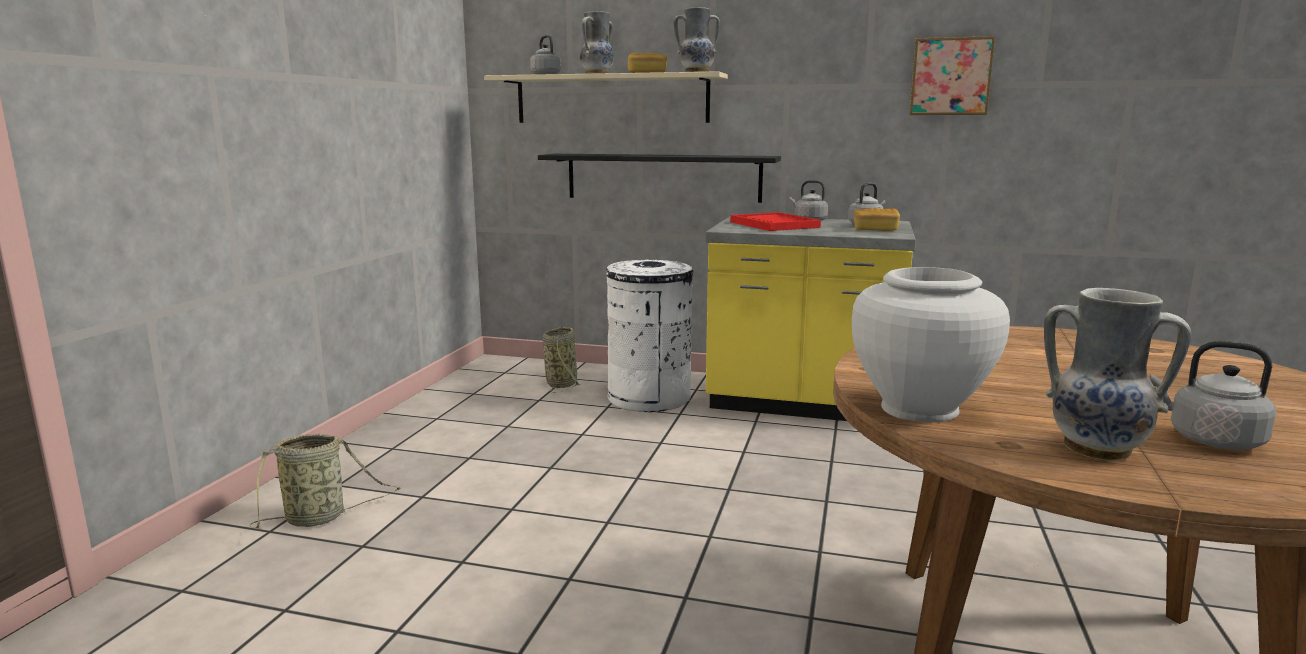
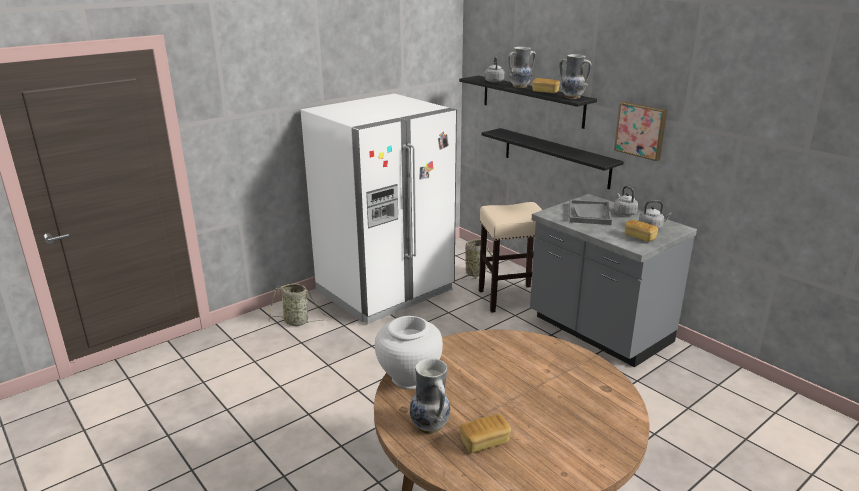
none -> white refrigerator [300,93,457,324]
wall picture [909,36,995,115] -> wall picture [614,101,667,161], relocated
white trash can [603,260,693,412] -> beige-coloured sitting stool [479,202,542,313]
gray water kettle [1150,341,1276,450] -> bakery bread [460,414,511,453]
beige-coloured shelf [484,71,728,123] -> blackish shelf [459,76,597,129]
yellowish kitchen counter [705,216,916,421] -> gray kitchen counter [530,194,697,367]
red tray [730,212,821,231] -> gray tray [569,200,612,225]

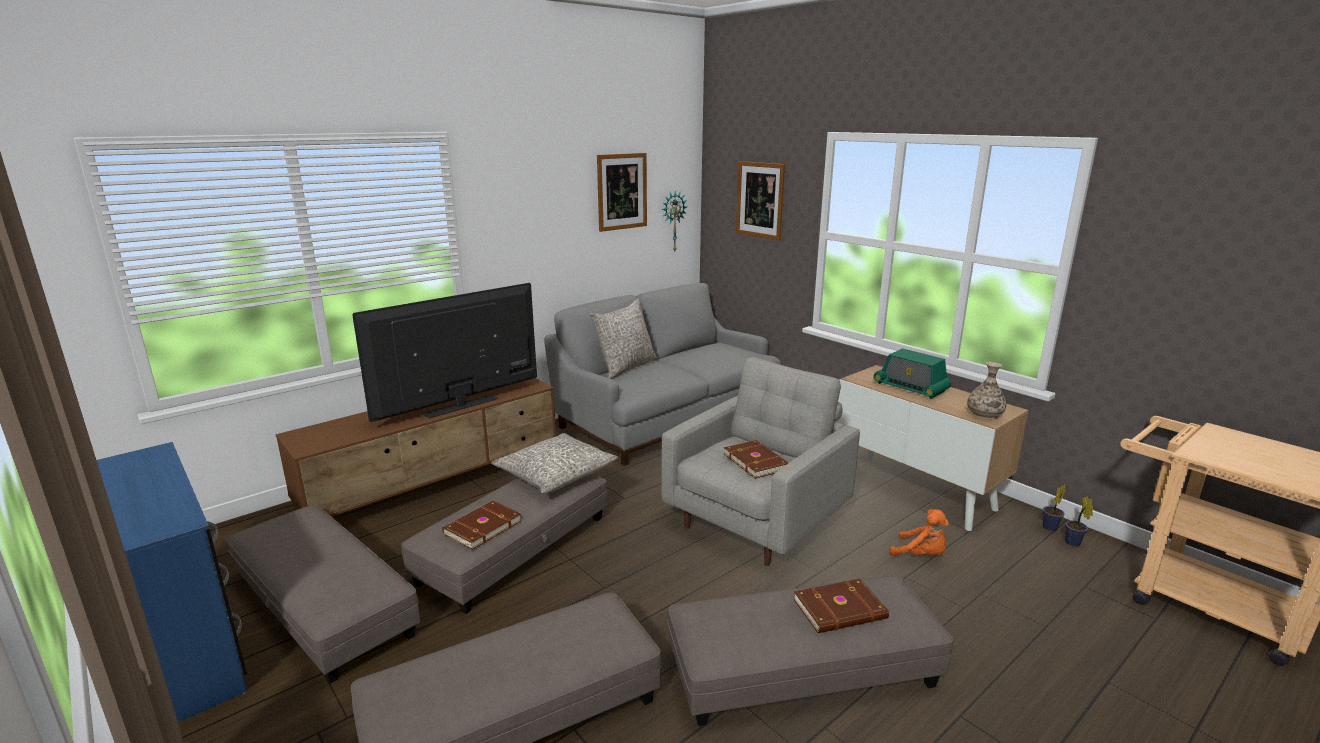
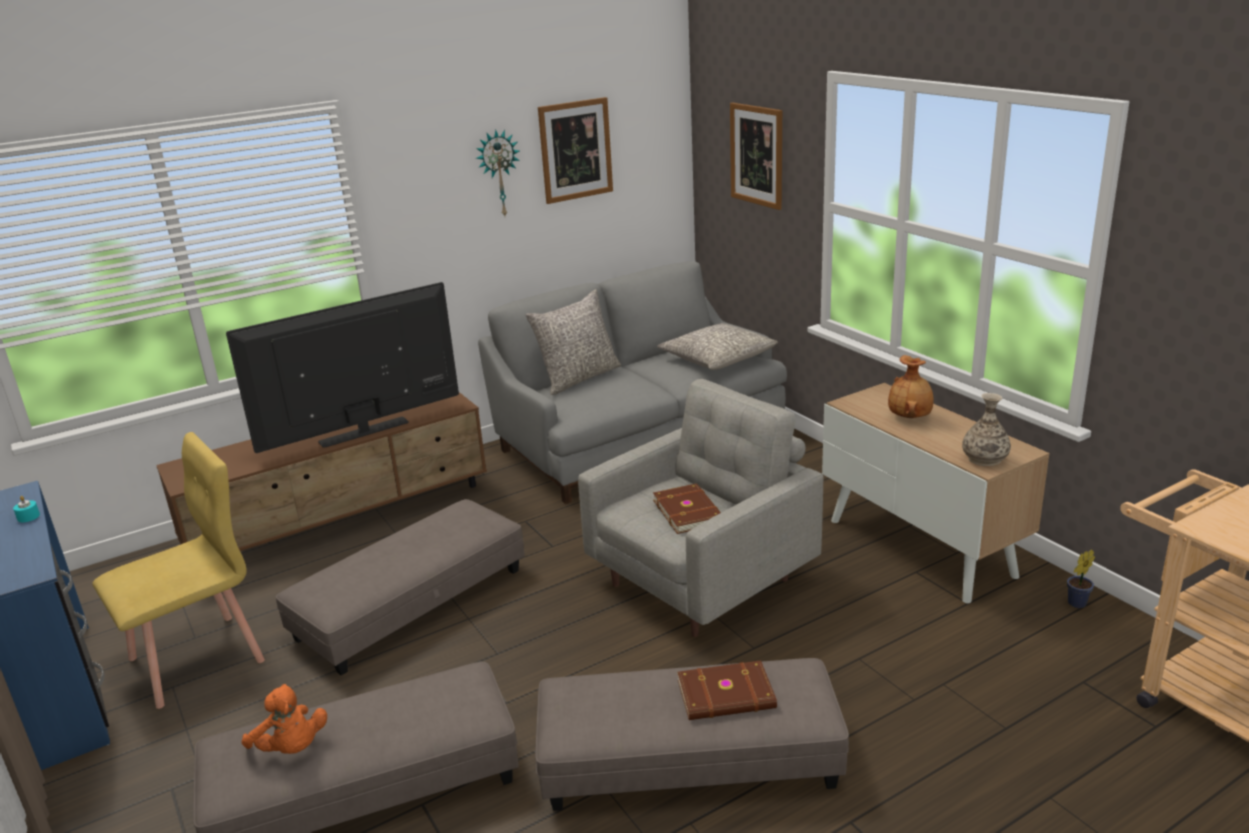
brown bound book [442,501,522,550] -> none
houseplant [1065,496,1093,547] -> none
none -> turquoise-coloured wax light [13,496,40,522]
gray throw pillow [491,433,618,494] -> gray throw pillow [657,323,778,370], relocated
wall clock [662,191,687,252] -> wall clock [476,129,520,216], relocated
orangey cuddly toy [890,509,949,557] -> orangey cuddly toy [242,684,327,754], relocated
gray ottoman [226,505,420,683] -> yellowish plain chair [92,432,265,709]
radio set [873,348,952,399] -> brown flower vase [888,355,934,418]

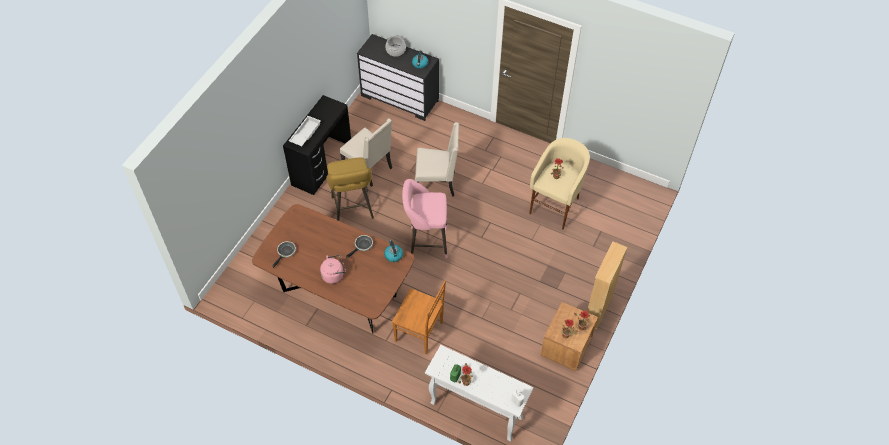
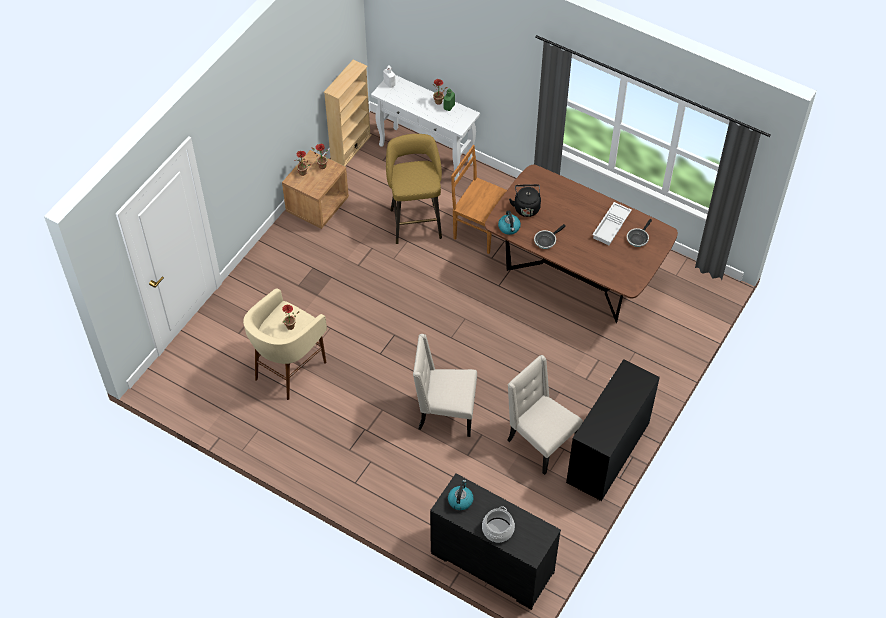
pink water kettle [320,255,346,284] -> none
pink sitting stool [402,179,448,259] -> none
none -> blackish water kettle [509,184,541,217]
white tray [289,116,321,146] -> white tray [592,202,632,245], relocated
yellowish sitting stool [326,157,374,221] -> yellowish sitting stool [386,134,442,244], relocated
beige-coloured shelving unit [587,241,628,330] -> beige-coloured shelving unit [324,60,372,166], relocated

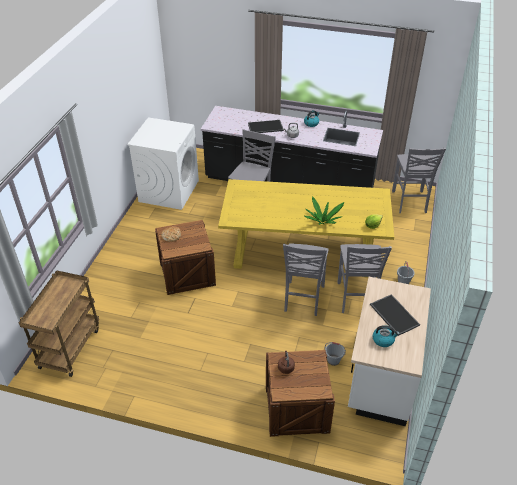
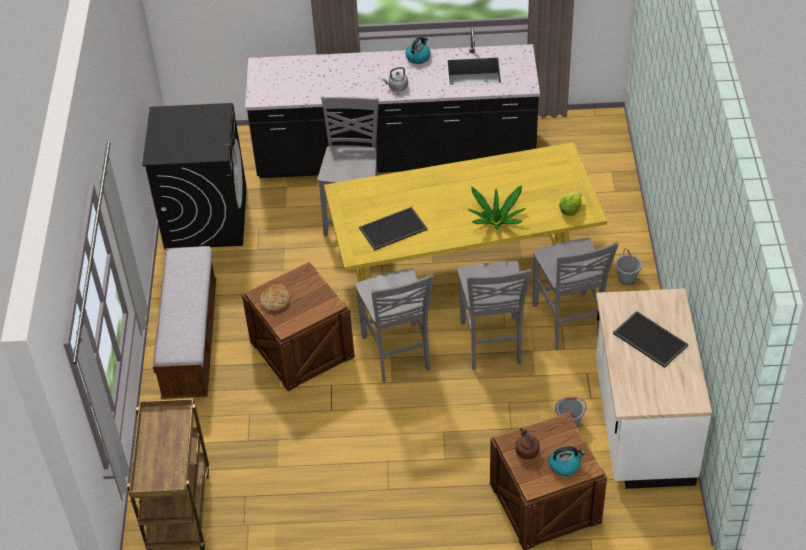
none -> bench [153,246,216,399]
tray [248,120,284,133] -> tray [359,207,428,251], relocated
water kettle [373,325,400,347] -> water kettle [549,446,585,476], relocated
gray plain chair [392,148,446,213] -> gray plain chair [355,269,434,383], relocated
white laundry appliance [127,117,199,210] -> blackish laundry appliance [142,103,247,249]

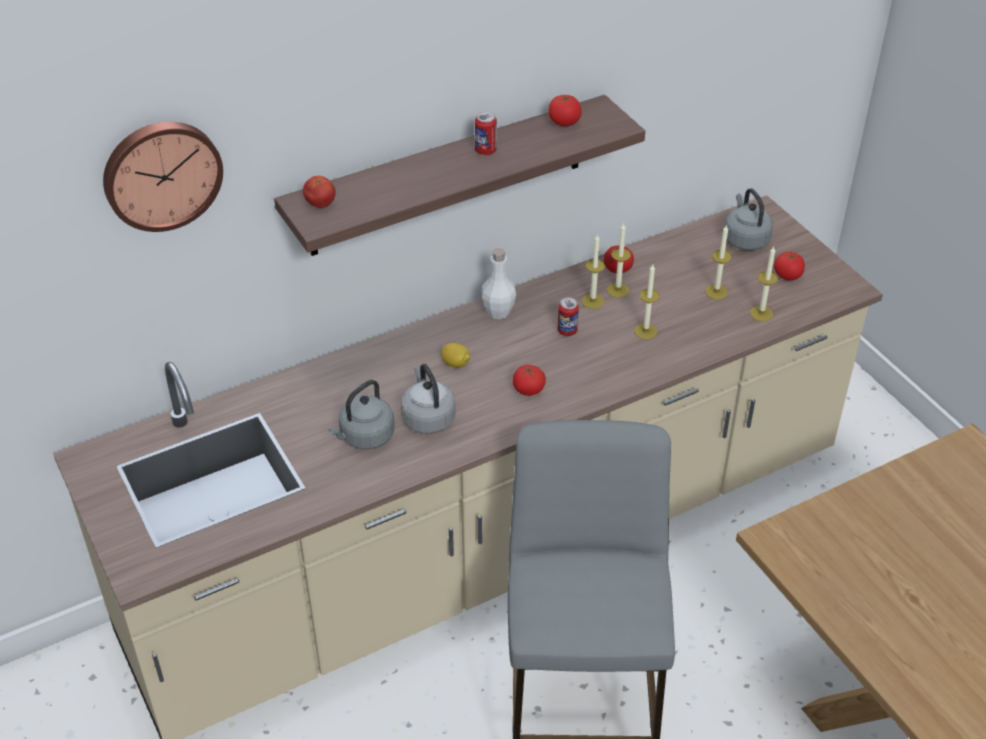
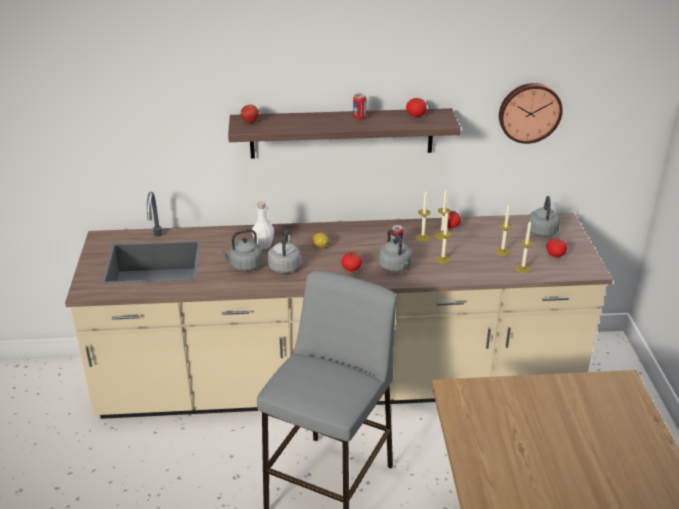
none -> gray water kettle [379,229,412,272]
wall clock [103,122,223,232] -> wall clock [499,83,563,144], relocated
white drink bottle [481,248,516,319] -> white drink bottle [252,201,274,249], relocated

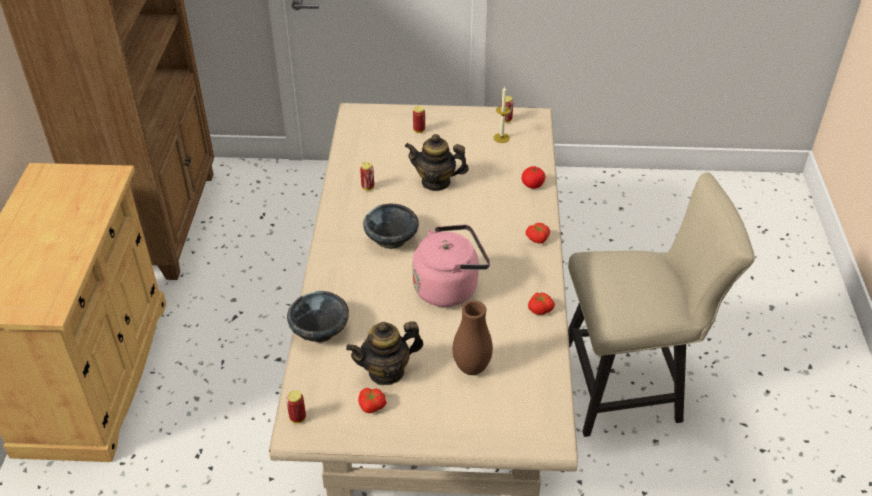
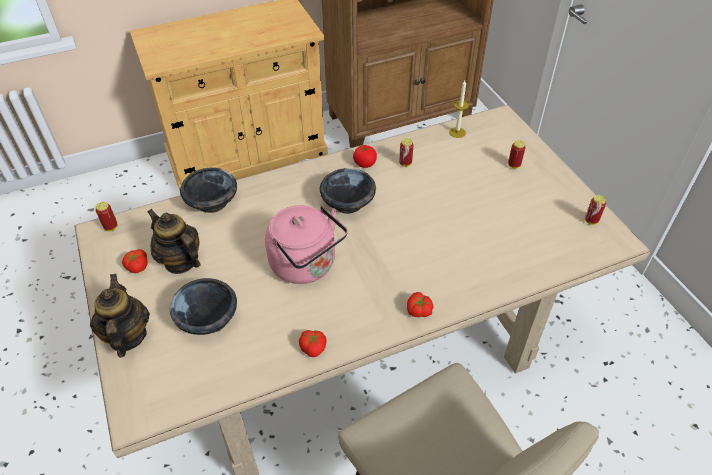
pot for tea [405,134,469,191] -> pot for tea [90,274,150,358], relocated
wax light [493,86,510,143] -> wax light [449,80,469,138], relocated
whole tomato [522,166,545,189] -> whole tomato [353,145,377,168], relocated
brown flower vase [452,301,493,375] -> blackish bowl [170,278,237,335]

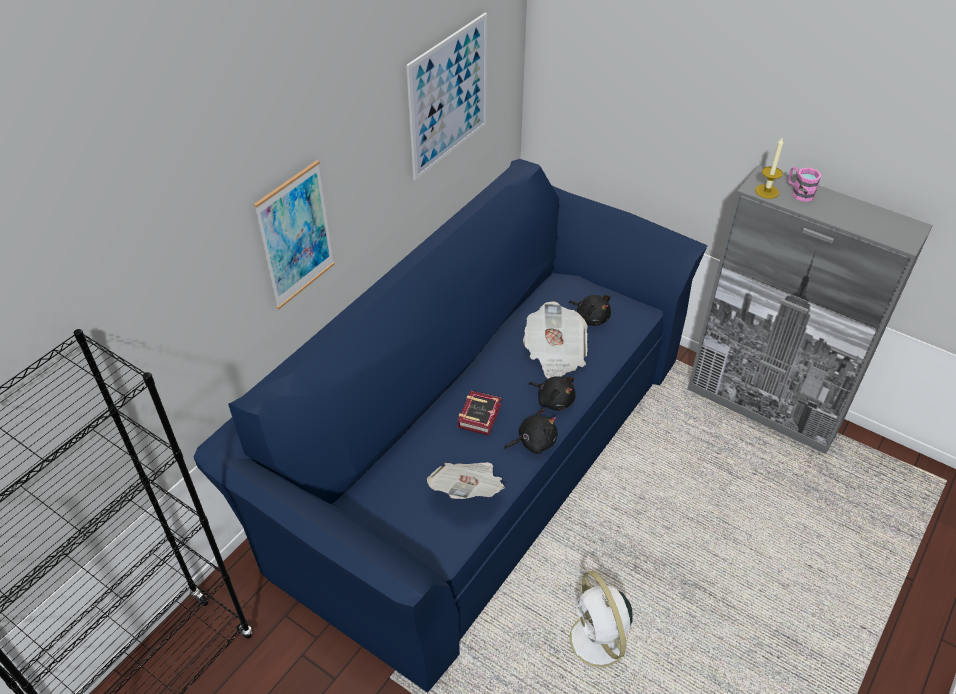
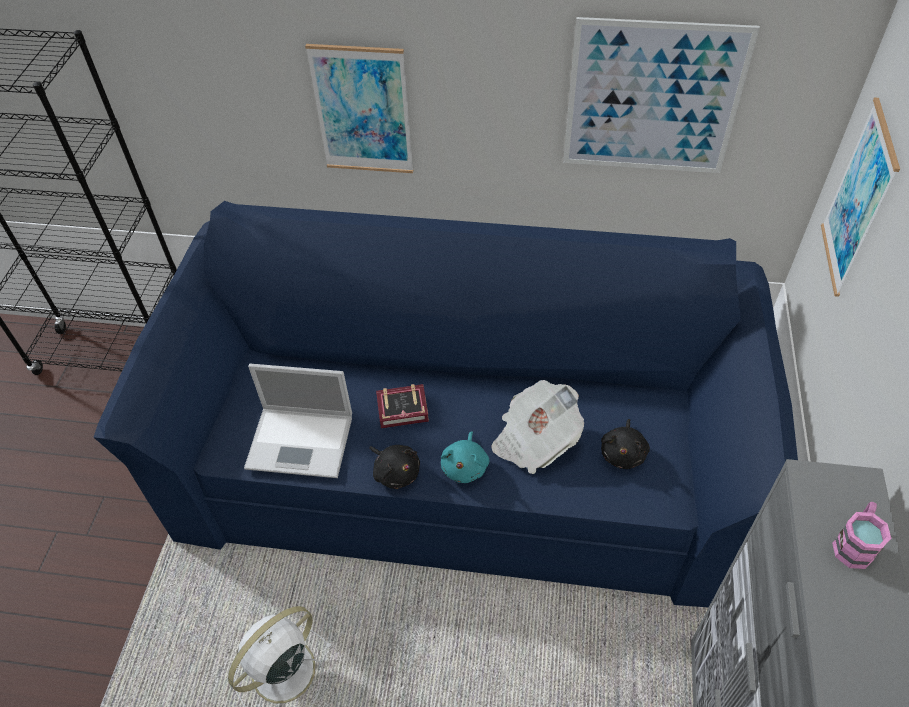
wax light [755,138,784,199] -> none
none -> wall picture [821,97,900,297]
newspaper [427,462,505,499] -> portable computer [244,364,352,478]
blackish cuddly toy [529,376,576,411] -> turquoise-coloured cuddly toy [441,431,489,483]

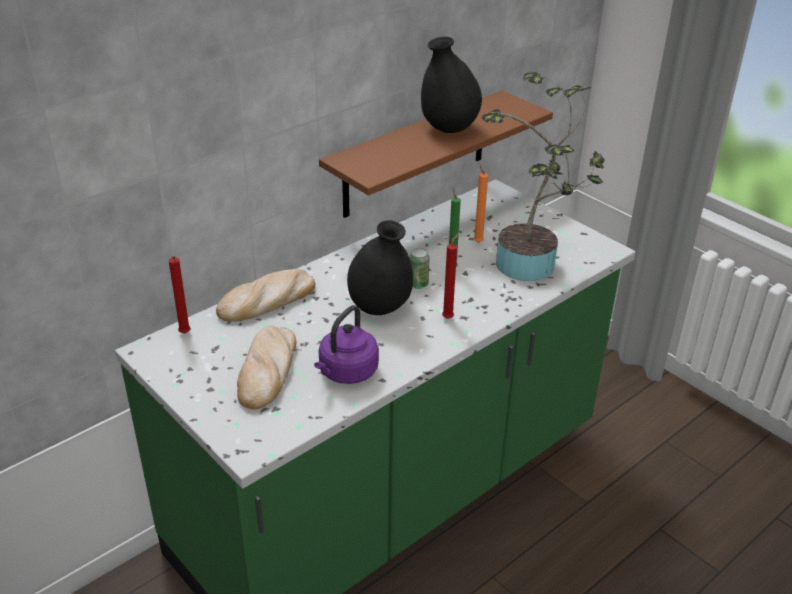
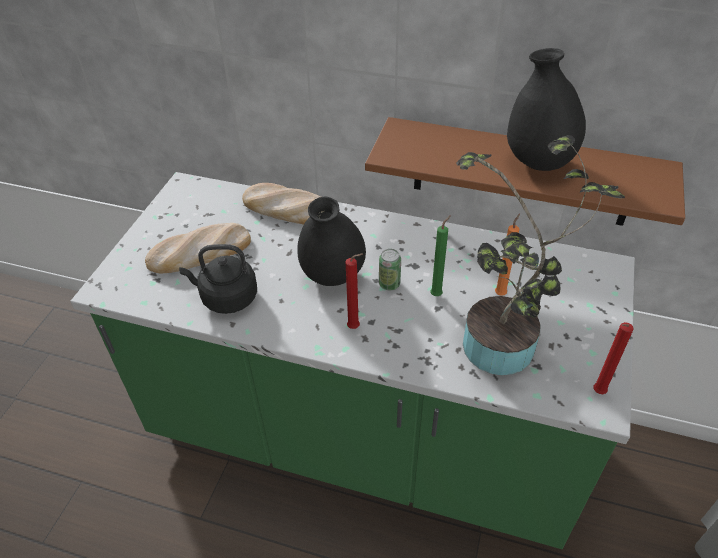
red wax light [169,256,191,333] -> red wax light [593,322,634,394], relocated
purple-coloured water kettle [314,305,379,384] -> blackish water kettle [179,244,257,314]

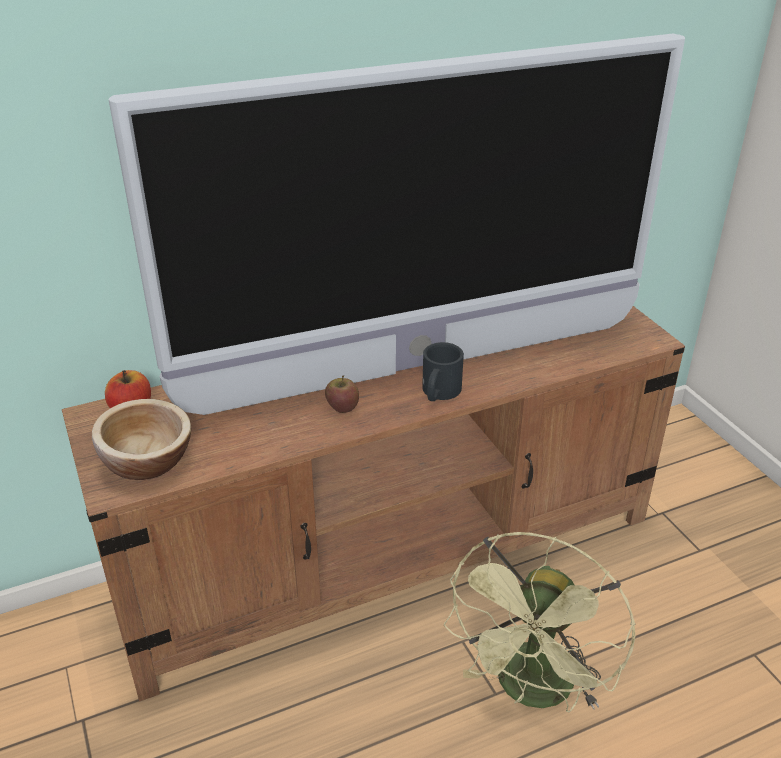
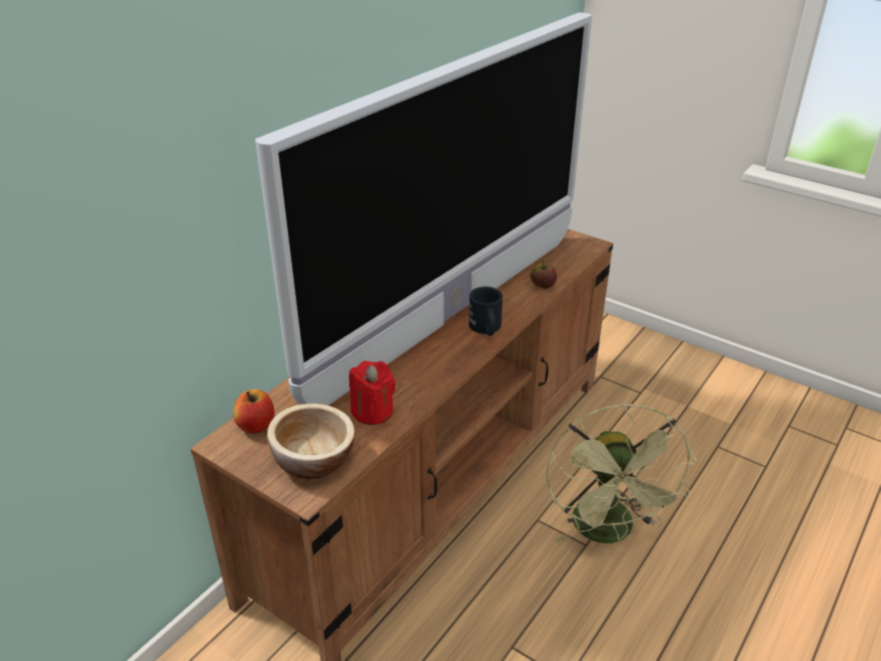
none -> red wax light [349,361,396,425]
apple fruit [325,375,359,413] -> apple fruit [530,261,557,289], relocated

